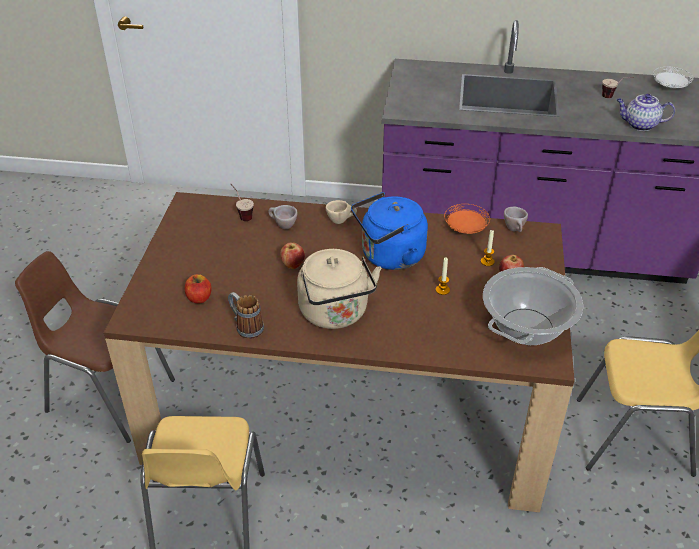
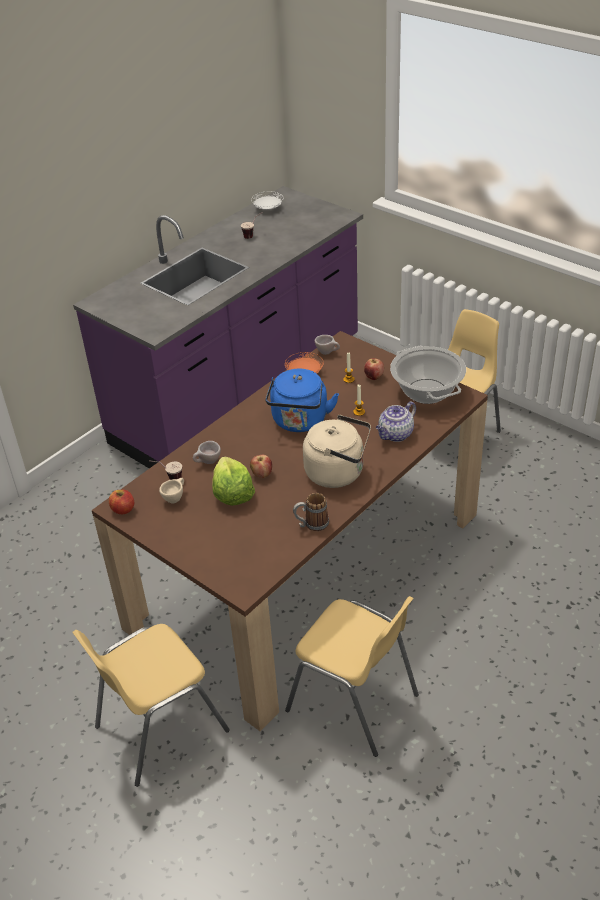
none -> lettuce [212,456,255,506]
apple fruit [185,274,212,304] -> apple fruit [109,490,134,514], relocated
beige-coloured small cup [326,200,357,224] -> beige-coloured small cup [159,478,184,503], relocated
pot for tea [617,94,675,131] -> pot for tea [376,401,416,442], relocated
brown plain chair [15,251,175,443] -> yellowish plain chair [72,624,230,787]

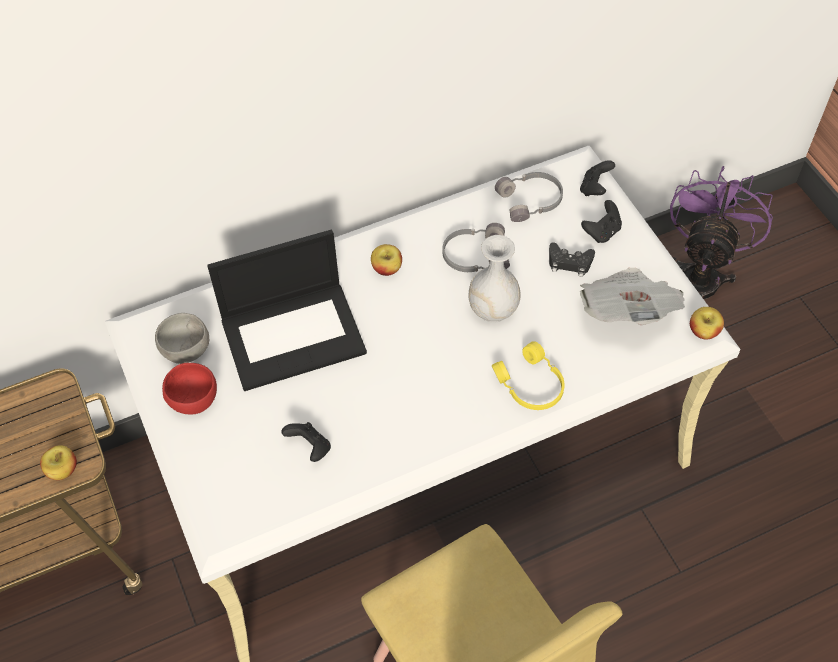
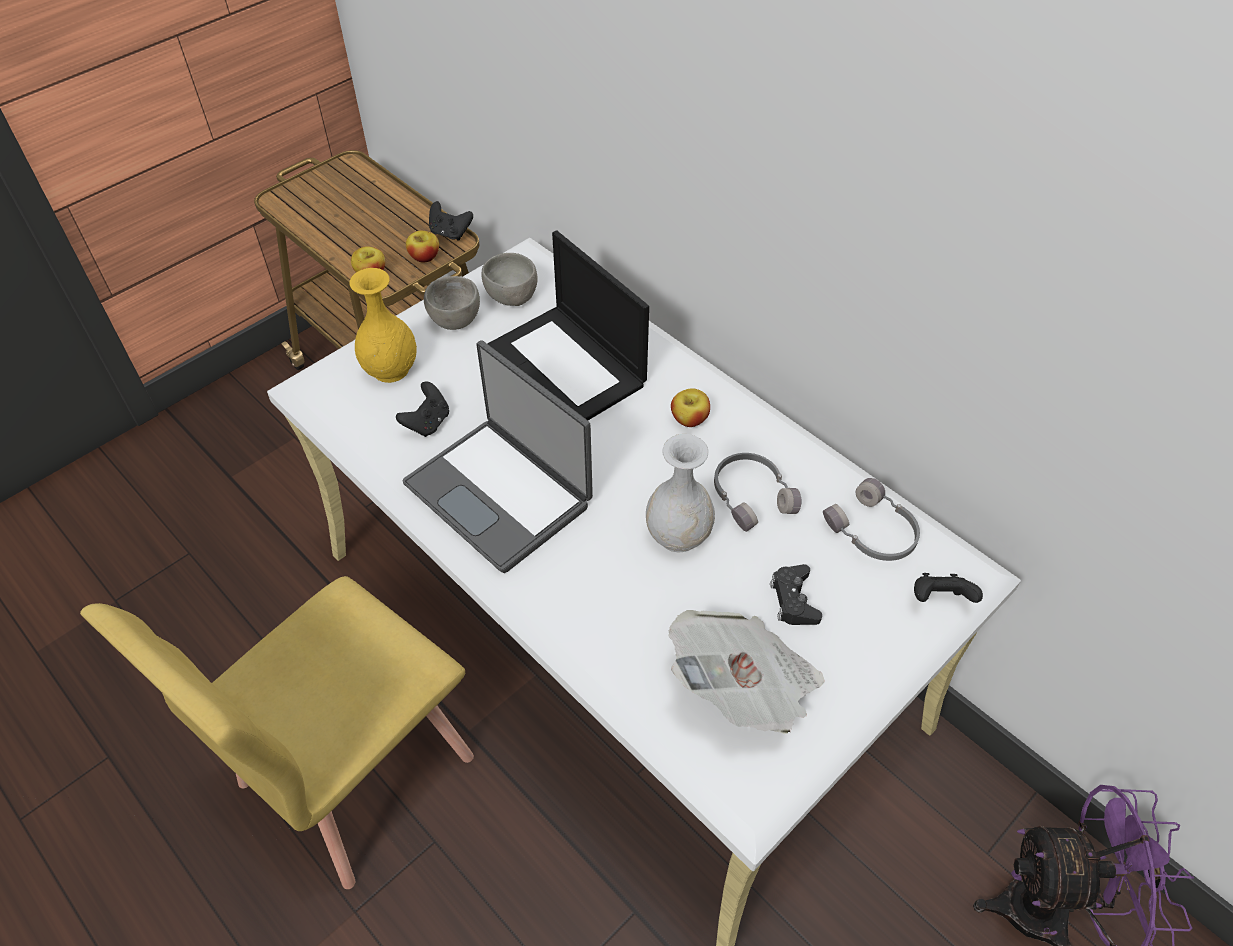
yellowish headphones [492,341,565,410] -> none
none -> yellowish flower vase [349,268,417,383]
none -> portable computer [403,340,593,573]
blackish joypad [581,200,622,243] -> blackish joypad [429,201,473,241], relocated
apple fruit [690,307,724,340] -> apple fruit [406,231,439,262], relocated
red bowl [162,363,217,415] -> gray bowl [424,276,480,330]

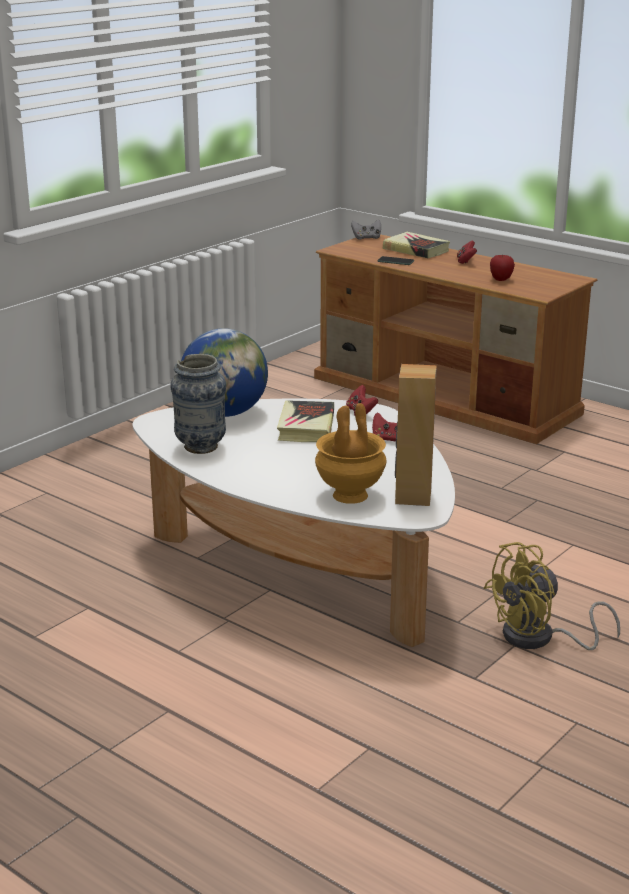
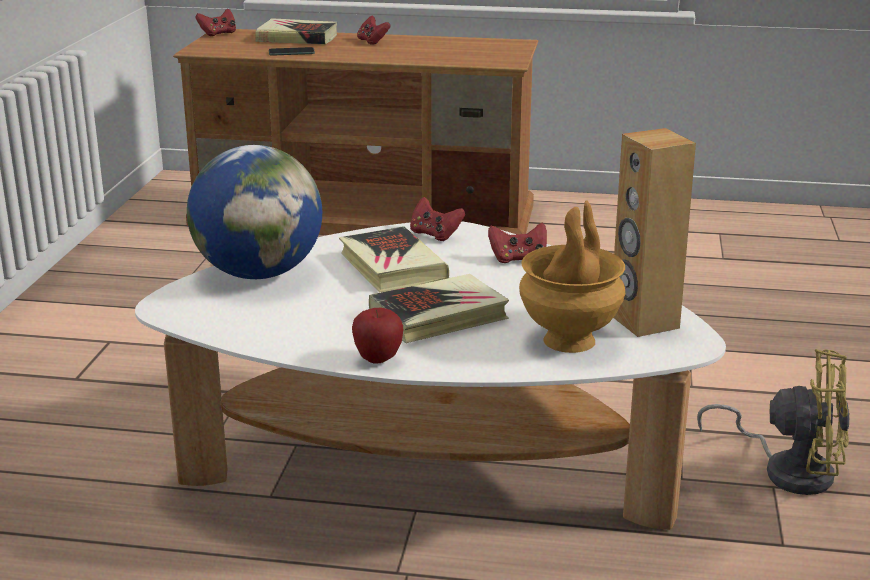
flower vase [170,354,226,454] -> none
none -> bound book [369,274,509,343]
apple fruit [490,254,515,281] -> apple fruit [352,308,403,364], relocated
gray joypad [351,220,381,240] -> red joypad [195,9,236,36]
yellowish electric fan [484,542,620,650] -> yellowish electric fan [697,349,850,495], 105 degrees counterclockwise

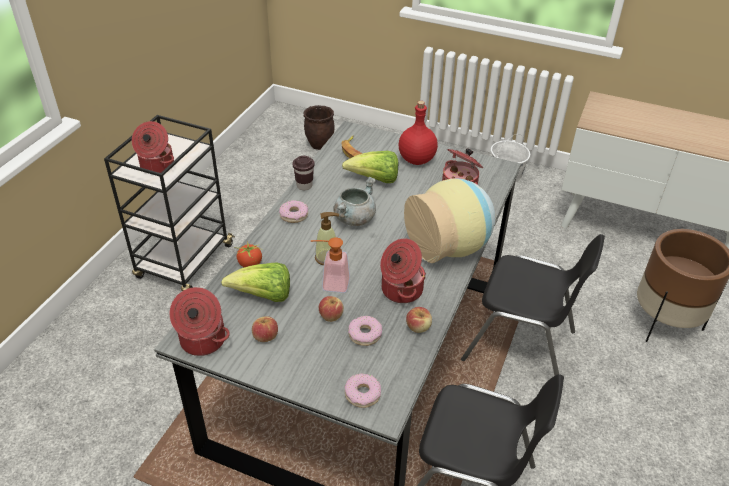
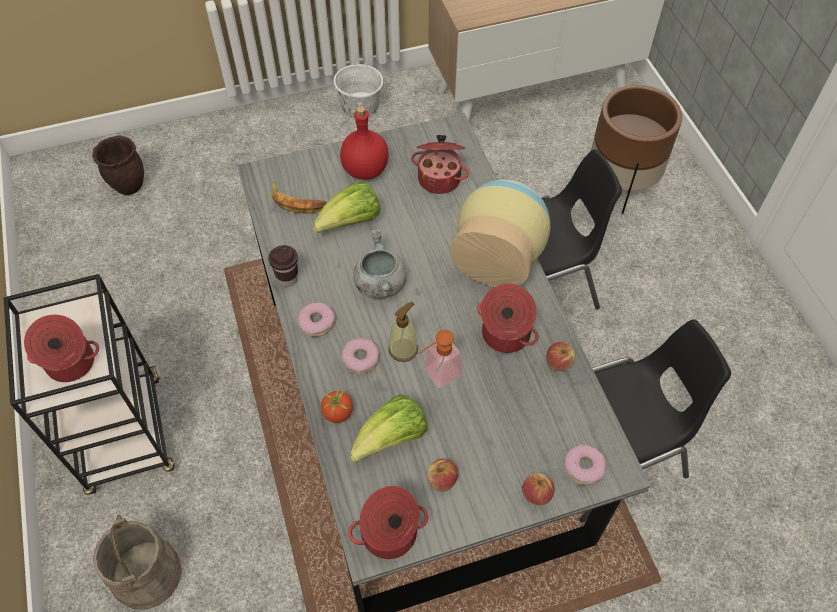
none -> beige-coloured water bucket [93,515,182,610]
apple fruit [319,296,344,322] -> apple fruit [522,473,555,505], relocated
ring doughnut [348,316,382,346] -> ring doughnut [342,338,379,374], relocated

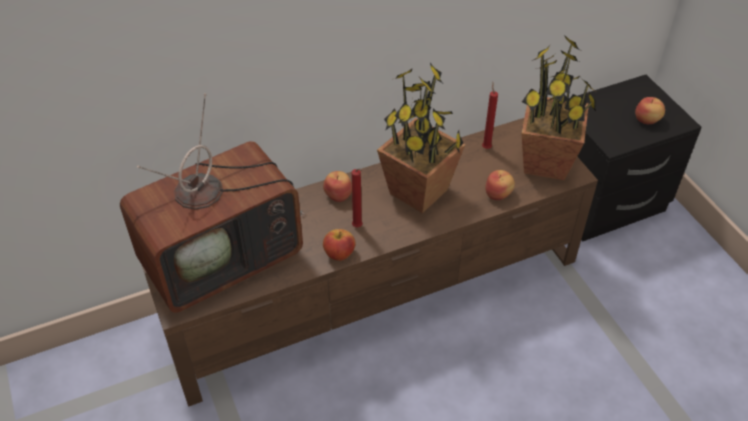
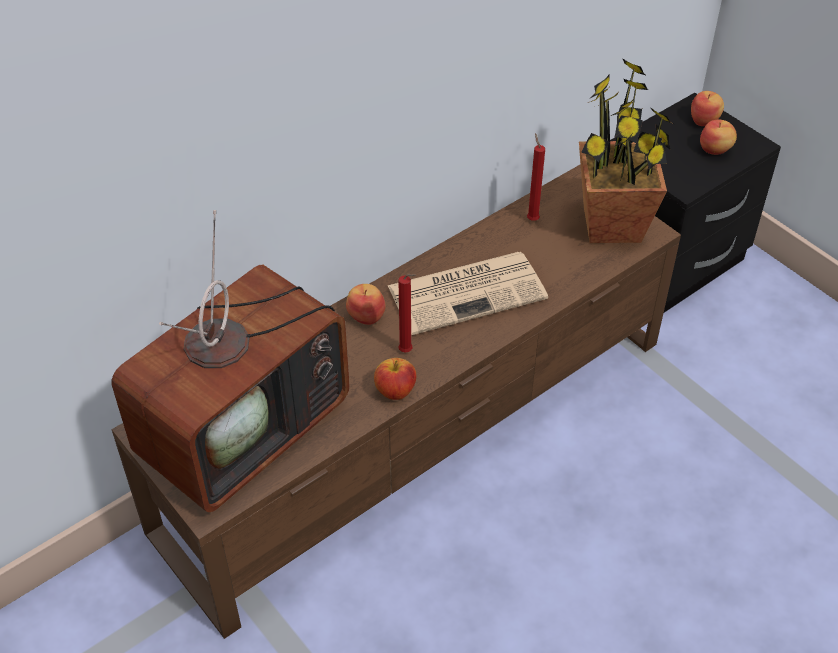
apple fruit [485,170,515,200] -> apple fruit [691,91,724,126], relocated
houseplant [377,63,465,213] -> newspaper [387,252,548,335]

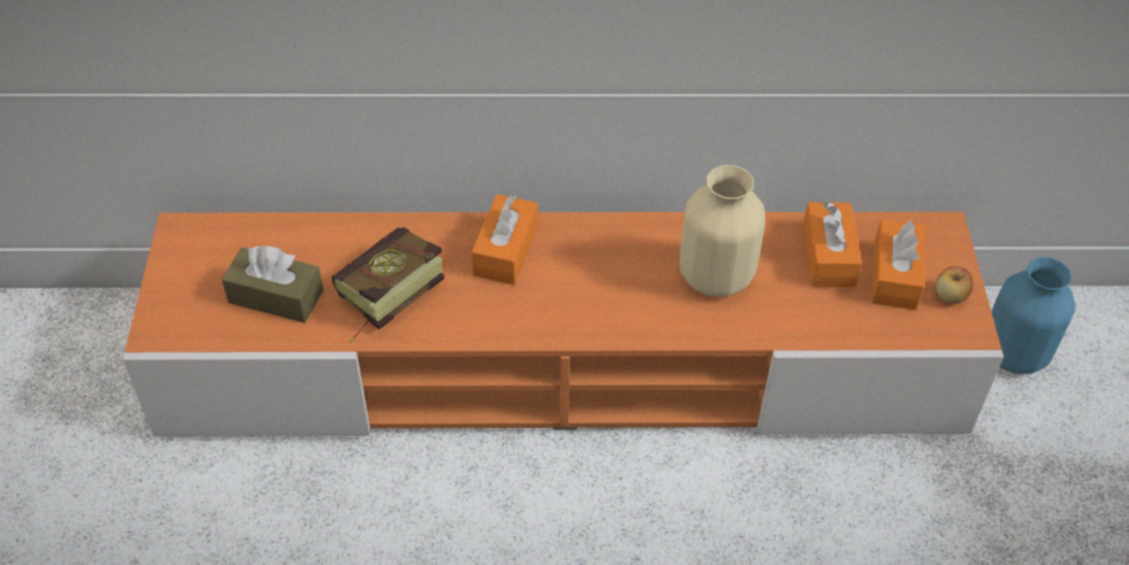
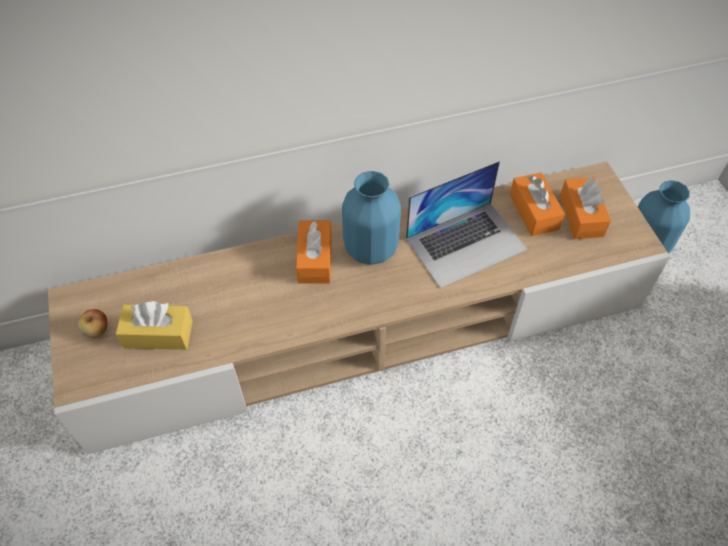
bound book [332,227,444,343] -> none
none -> blue flower vase [342,171,401,265]
apple fruit [935,267,973,304] -> apple fruit [78,309,107,338], relocated
beige-coloured flower vase [680,165,765,297] -> portable computer [406,161,528,289]
orangey tv unit [123,212,1004,437] -> beige-coloured tv unit [48,162,671,454]
brown tissue holder [222,245,323,323] -> yellowish tissue holder [116,301,193,350]

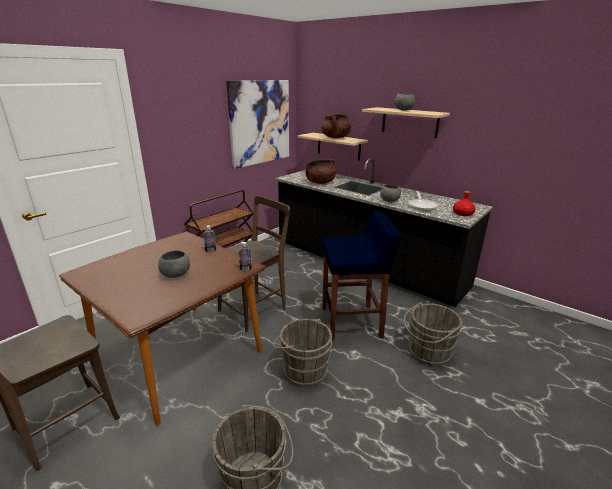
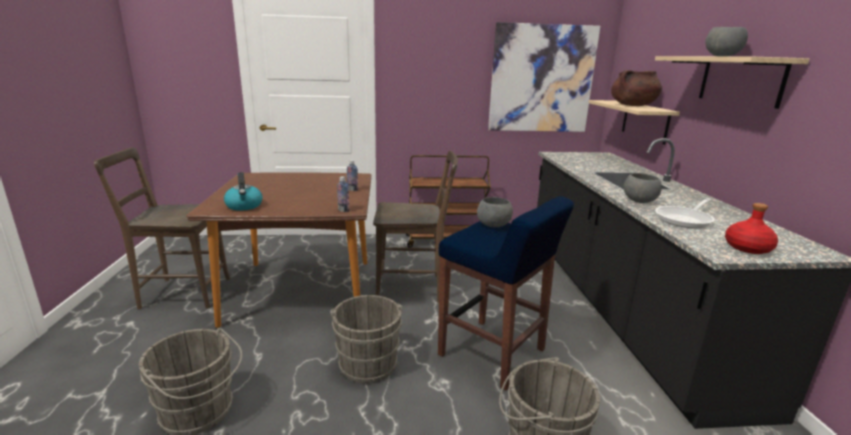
brown cooking pot [305,159,336,184] -> none
none -> water kettle [224,172,263,211]
gray bowl [158,251,190,278] -> gray bowl [477,197,513,227], relocated

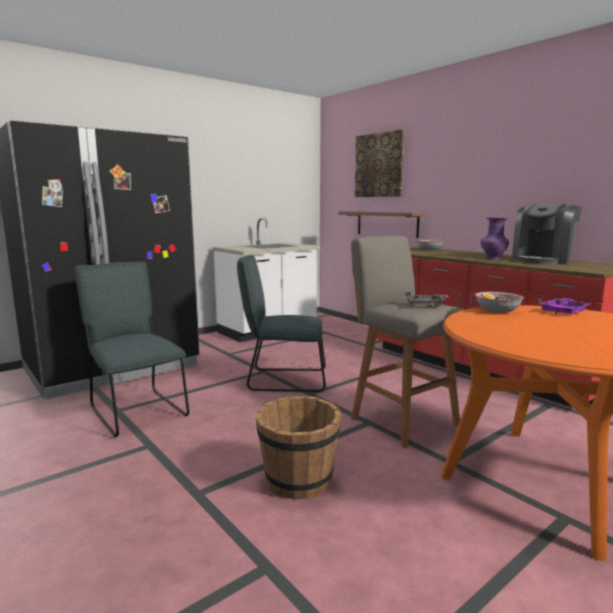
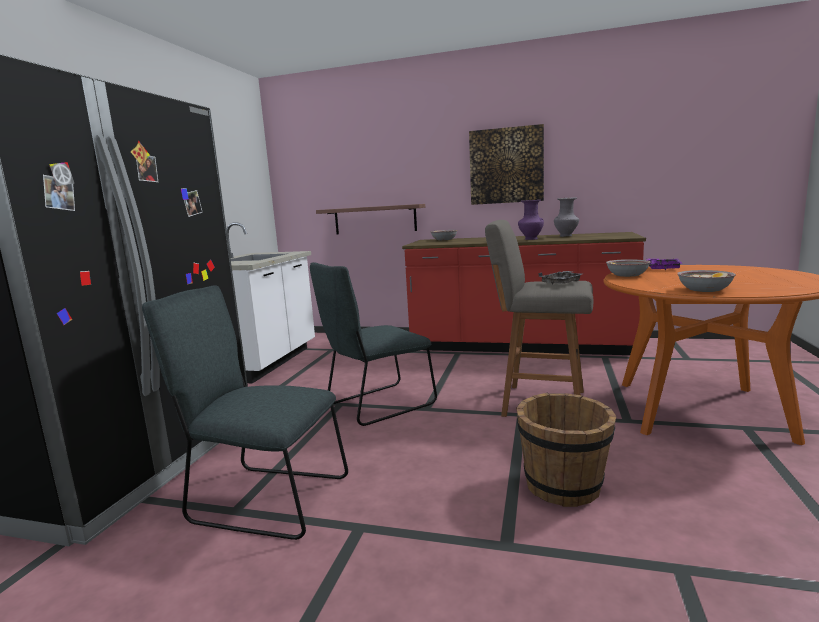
none -> bowl [678,270,736,292]
wall picture [355,129,405,197] -> wall picture [469,124,544,205], relocated
coffee maker [512,204,582,264] -> gray flower vase [554,197,579,237]

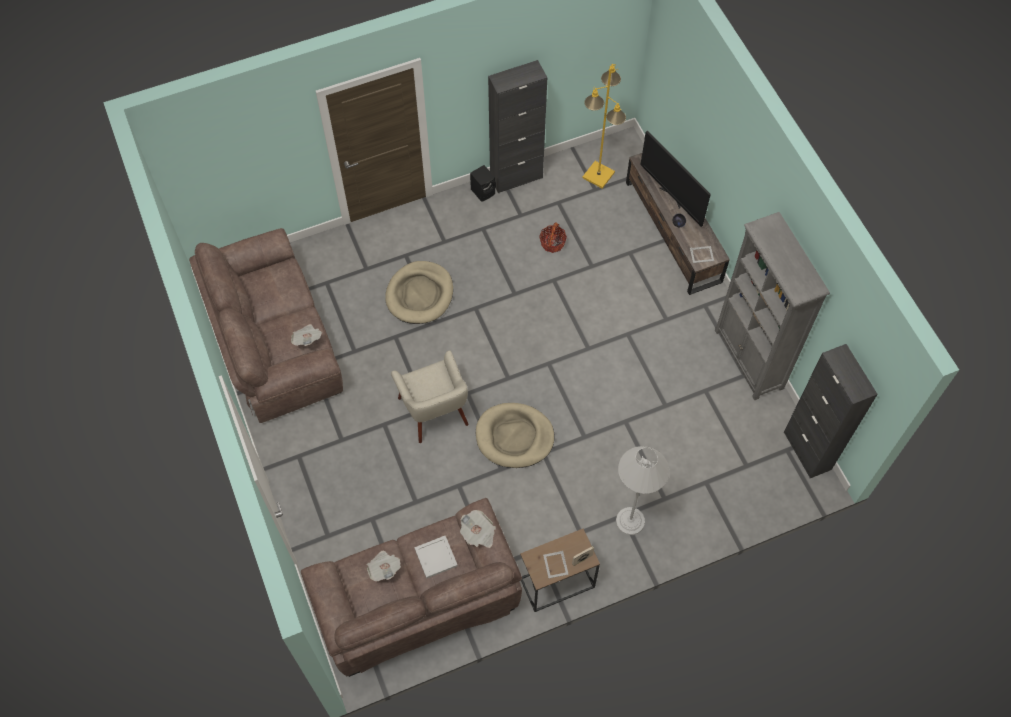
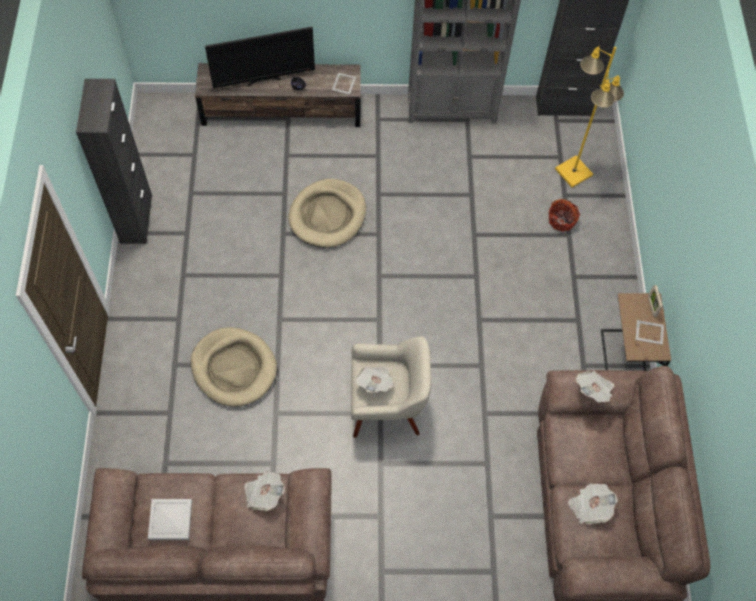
blackish audio speaker [470,165,496,202] -> none
white standard lamp [616,446,669,535] -> none
none -> newspaper [355,366,394,393]
white tray [414,536,458,579] -> white tray [148,499,192,540], relocated
beige-coloured dog bed [476,403,555,468] -> beige-coloured dog bed [288,179,366,248], relocated
storage basket [540,222,567,253] -> storage basket [548,199,580,232], relocated
yellowish standard lamp [582,64,626,189] -> yellowish standard lamp [555,46,624,188], relocated

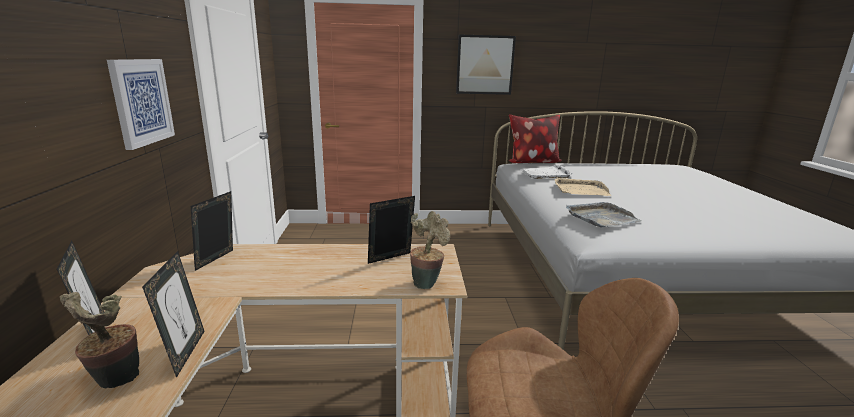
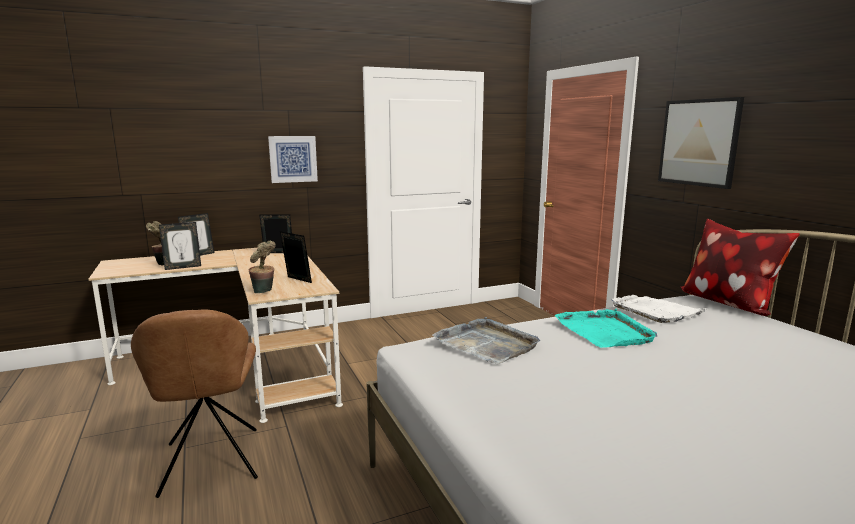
beige-coloured tray [555,177,611,196] -> turquoise-coloured tray [555,309,657,348]

